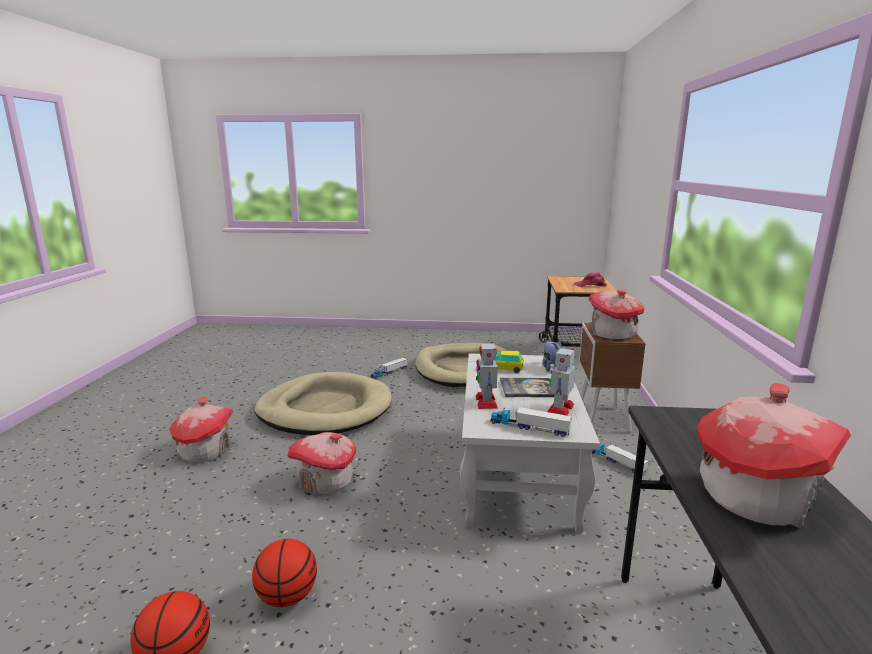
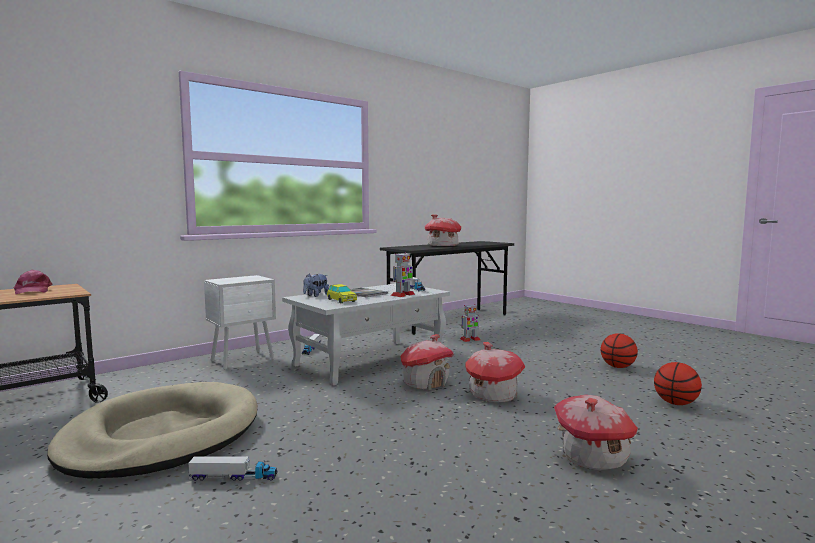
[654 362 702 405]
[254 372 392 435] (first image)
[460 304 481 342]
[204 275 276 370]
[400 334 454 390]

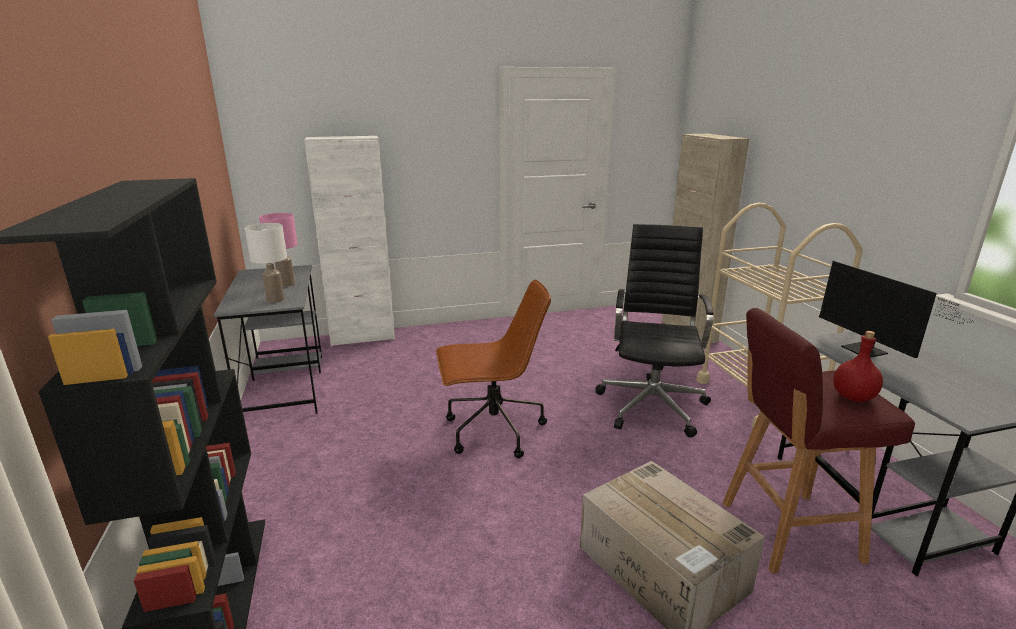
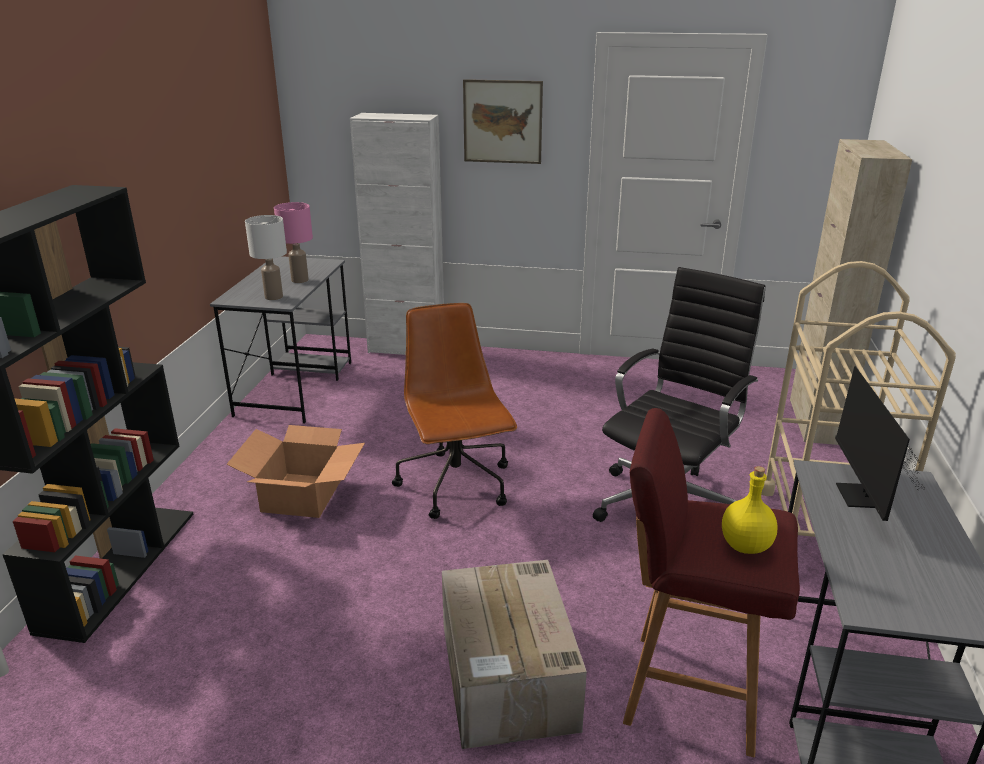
[392 303 517 519]
[722 466 777 554]
[226 425 365 518]
[463 79 543 164]

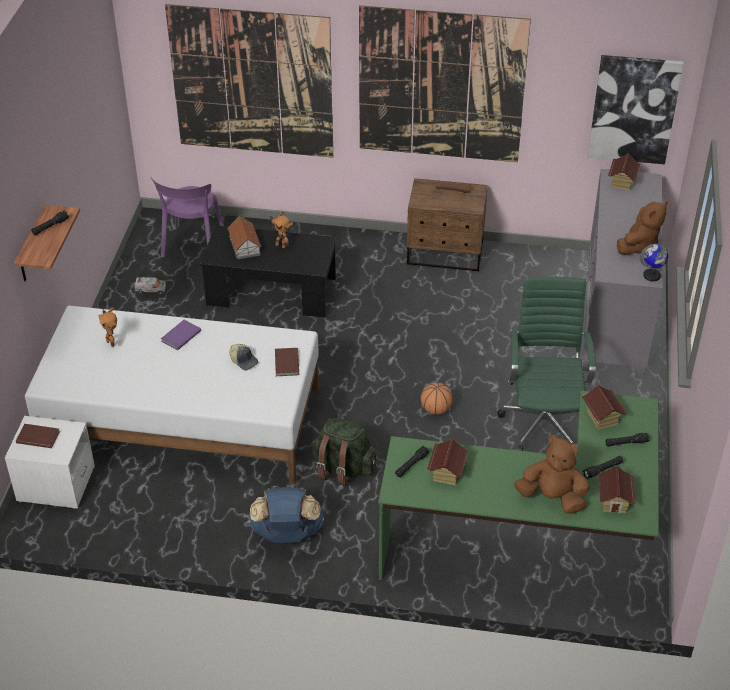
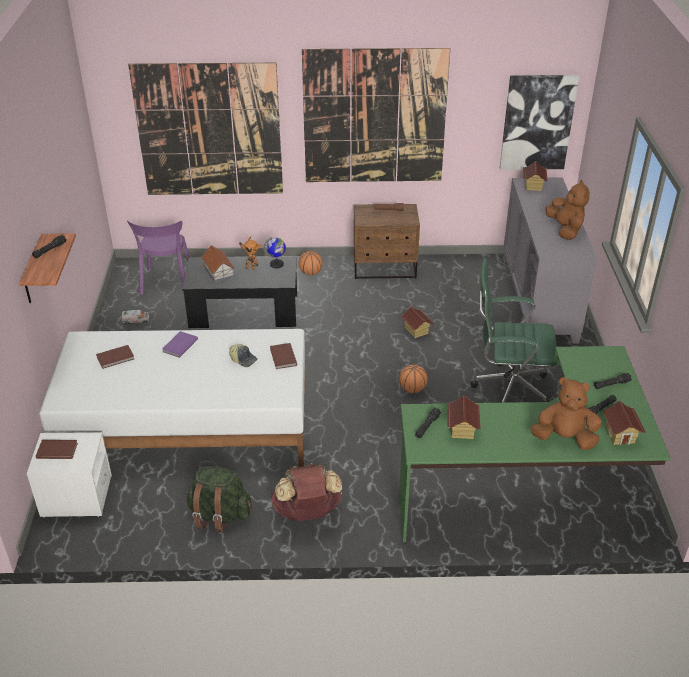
[96 345 134 369]
[271 463 342 521]
[186 466 252 532]
[470 258 557 403]
[400 306 434 338]
[546 180 590 240]
[263 237 286 268]
[298 251 323 275]

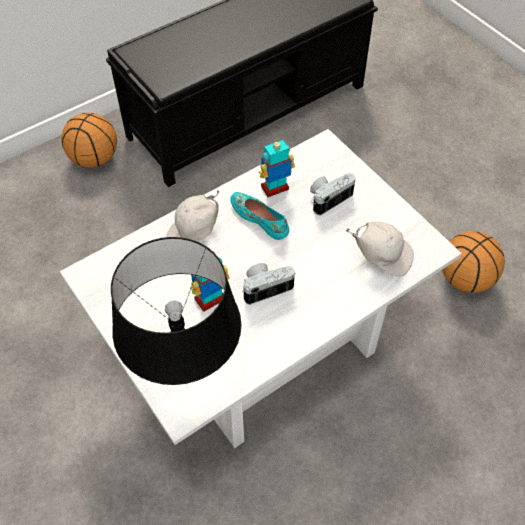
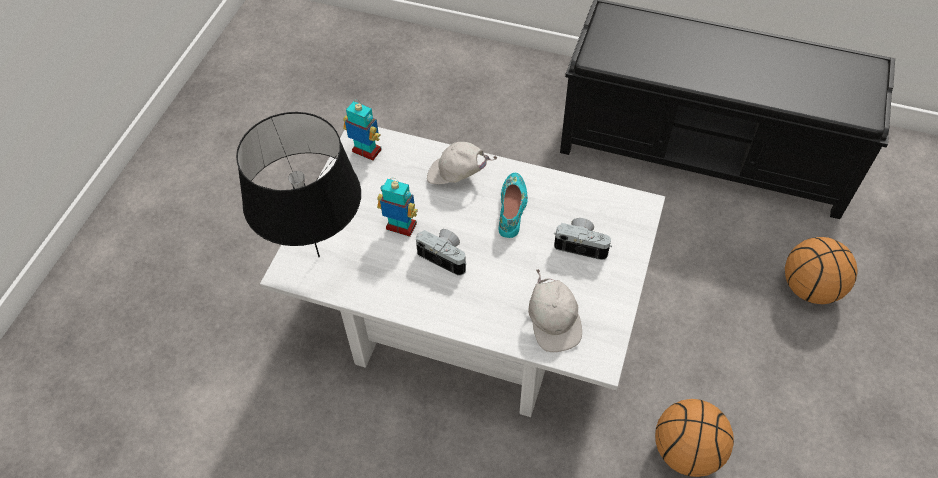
[785 237 857 304]
[343 99 382 161]

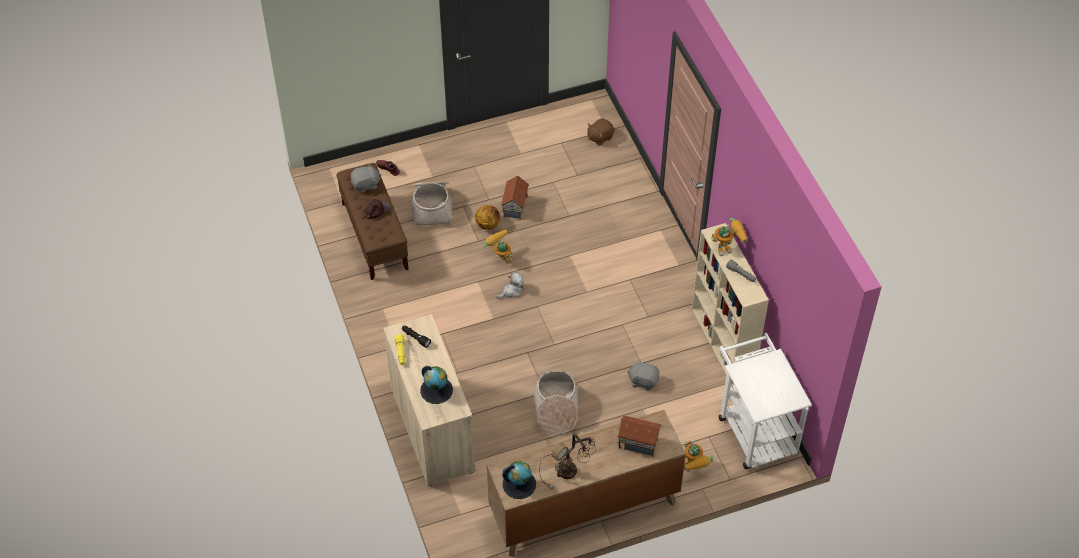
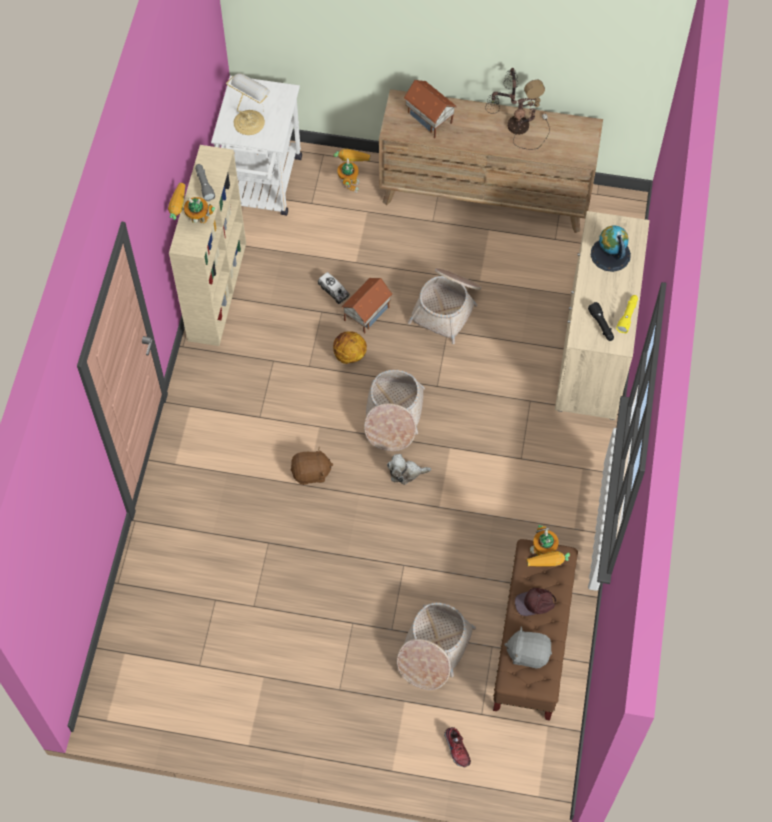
[333 331 367 364]
[526 525 570 566]
[341 278 393 334]
[502 461 536 499] (first image)
[291 447 334 485]
[318 272 350 304]
[226 73 270 135]
[364 370 425 451]

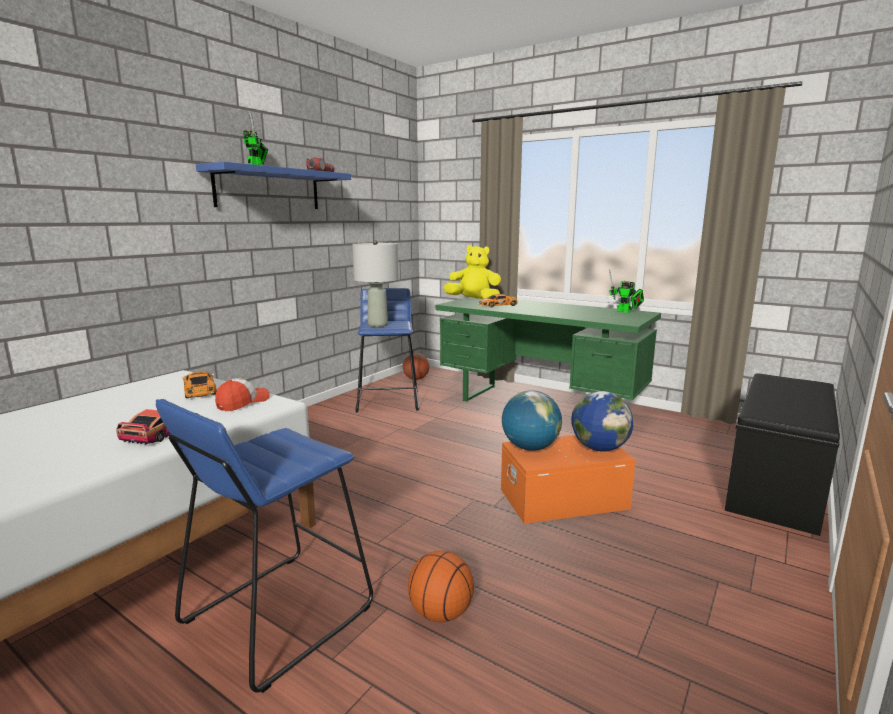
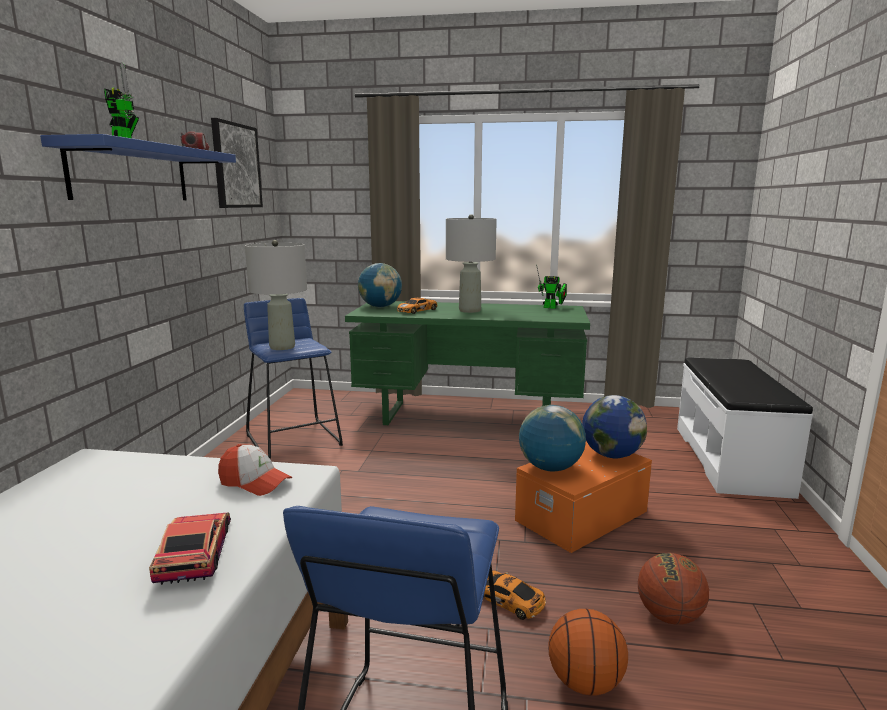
[483 570 546 620]
[218 444 292 496]
[638 553 709 624]
[358 263 402 307]
[677 357 813 499]
[211 118 263 208]
[446 214 497 313]

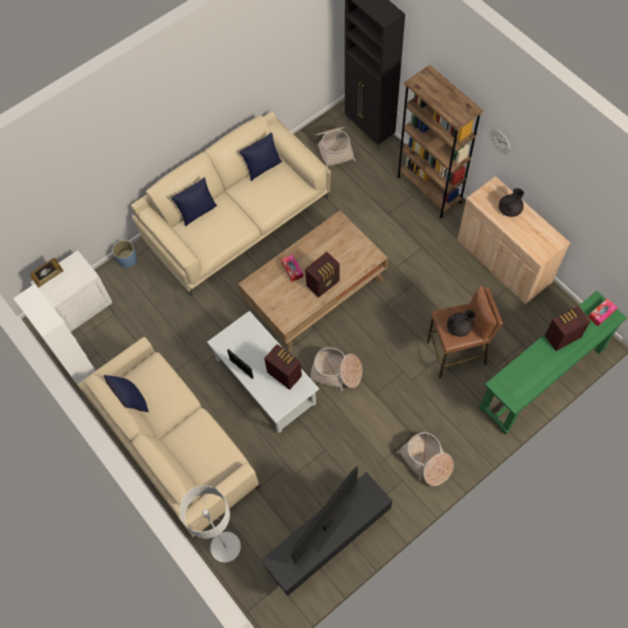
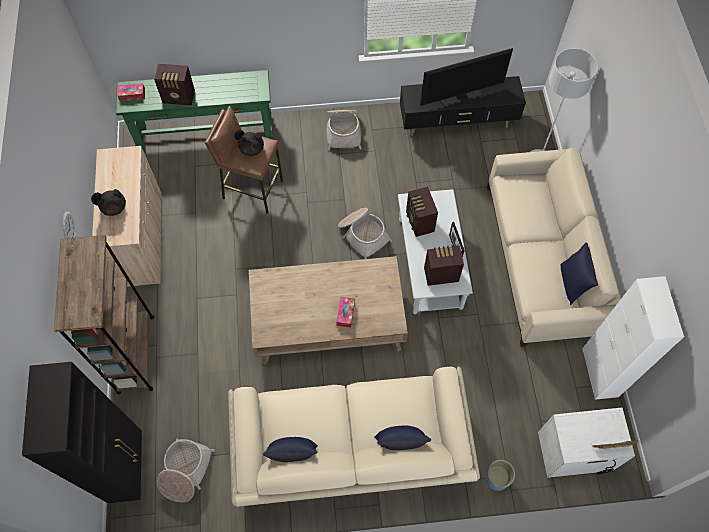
[424 245 464 286]

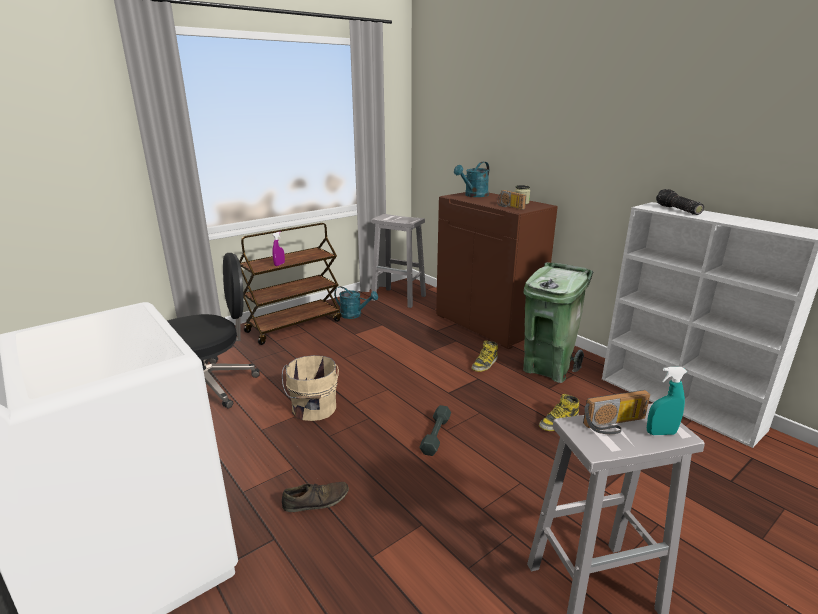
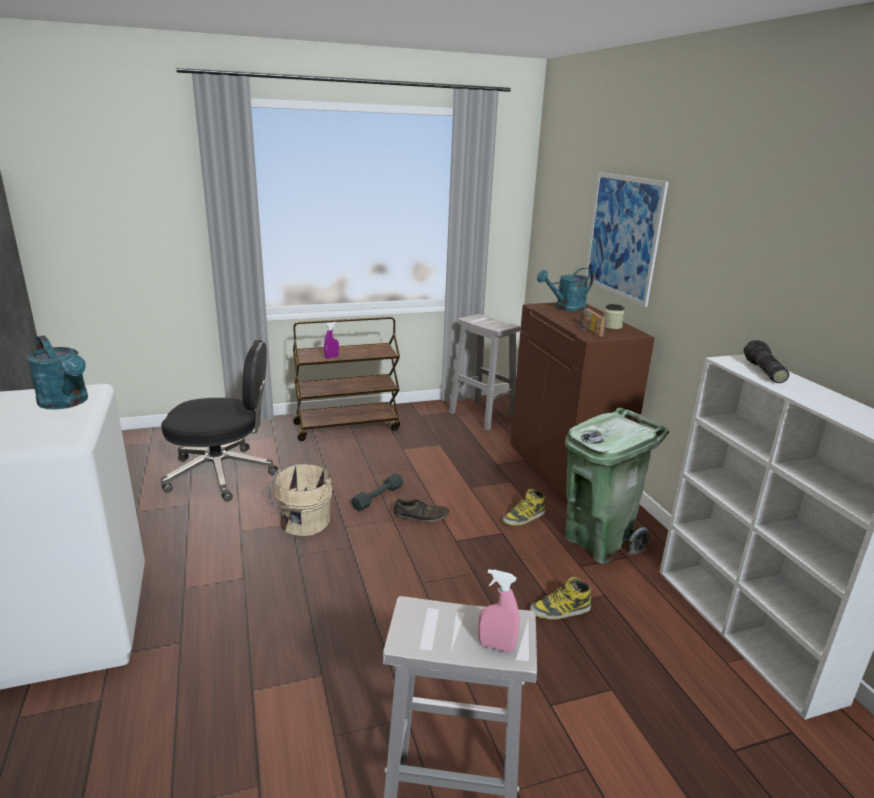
[394 499 449 522]
[27 335 88 409]
[351 473 404 511]
[583 390 650 434] (first image)
[478 569 520 652]
[585 172 668 307]

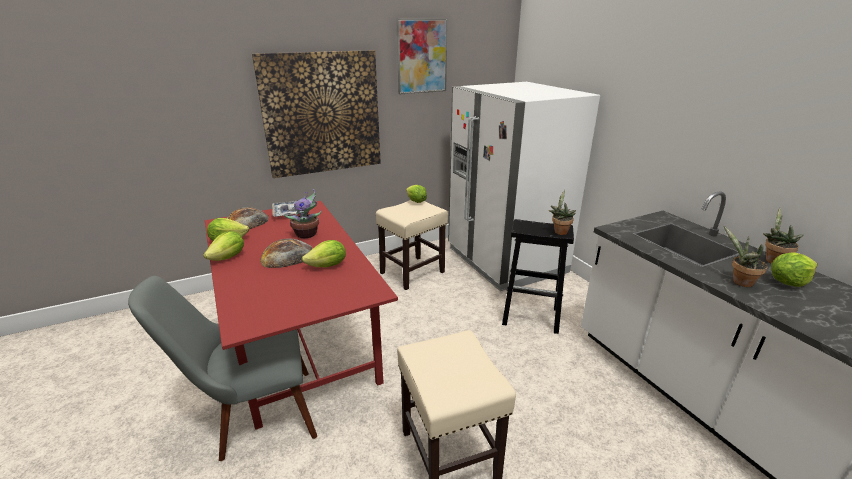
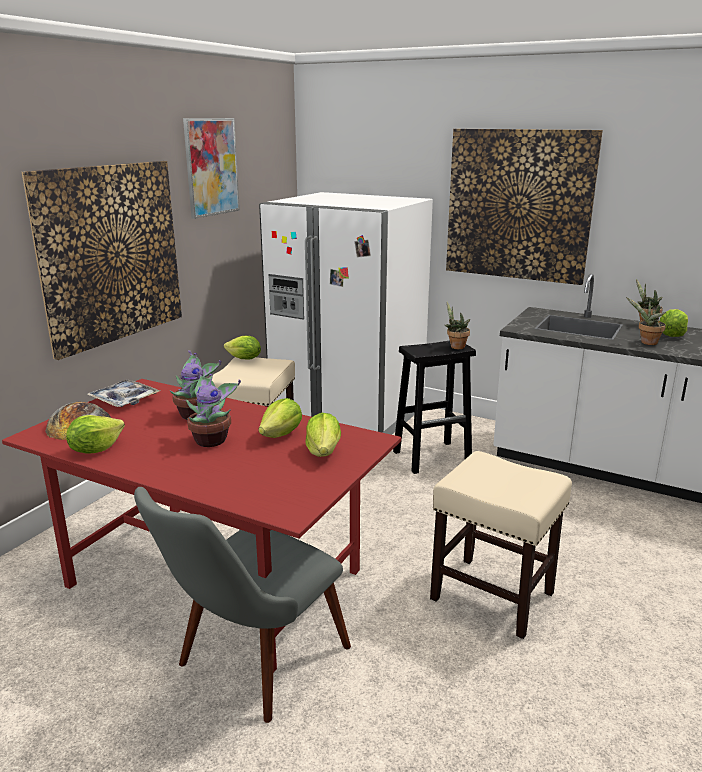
[306 413 341 457]
[186 371 241 447]
[446 129 603 285]

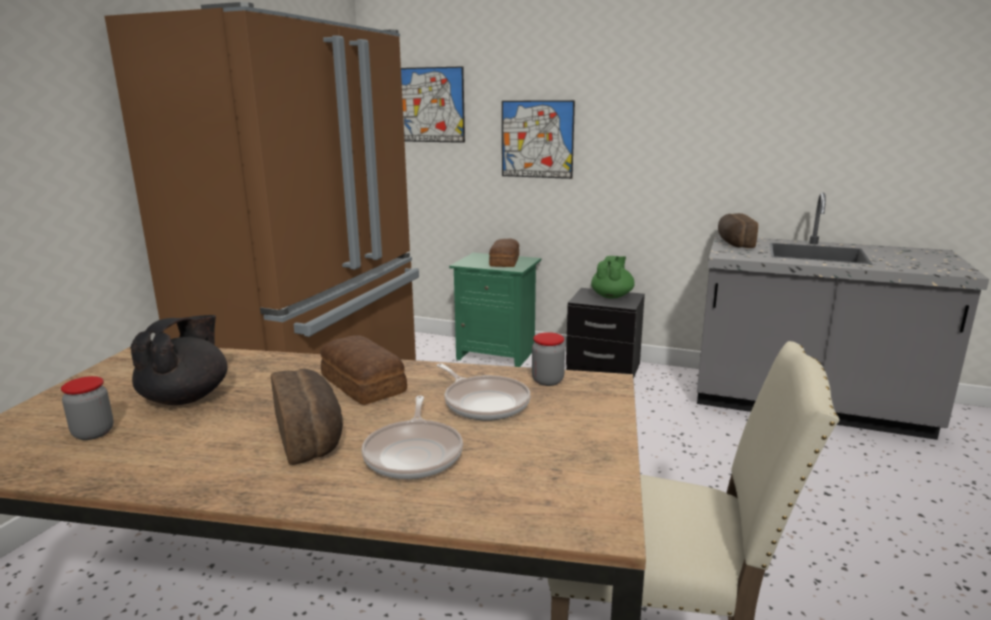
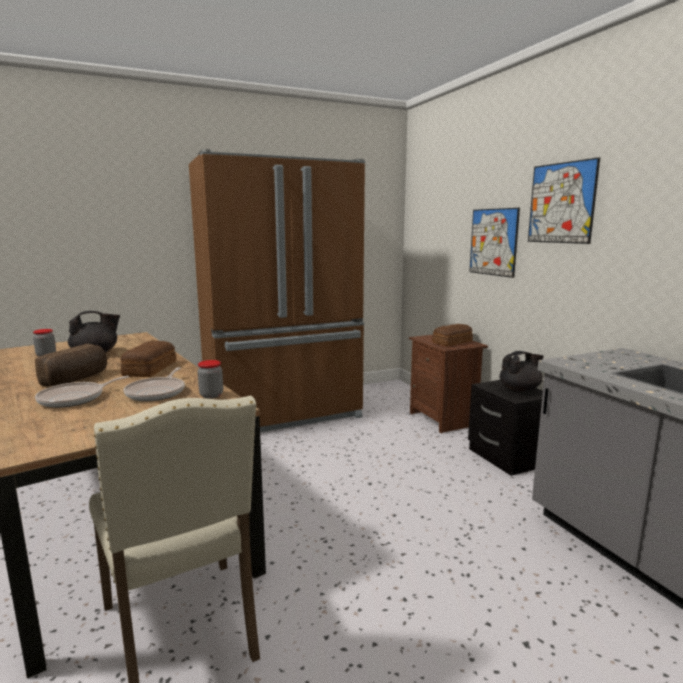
[528 157 600 244]
[409 335 488 434]
[499 351 544 392]
[718 213 758 248] (first image)

